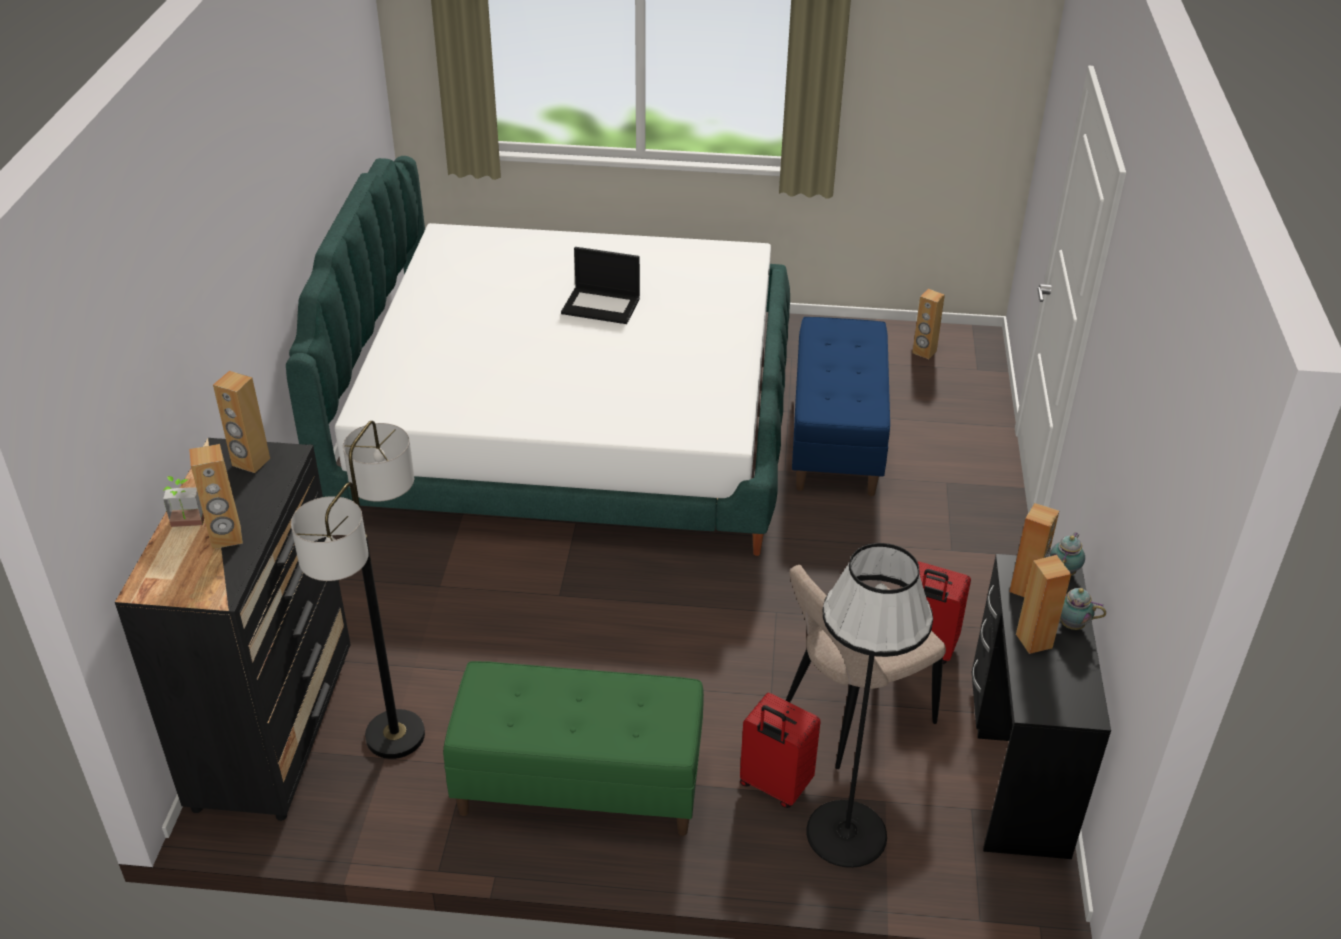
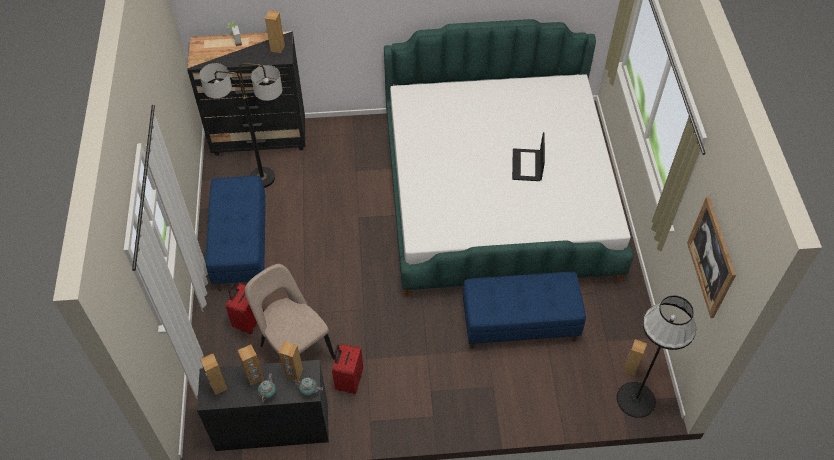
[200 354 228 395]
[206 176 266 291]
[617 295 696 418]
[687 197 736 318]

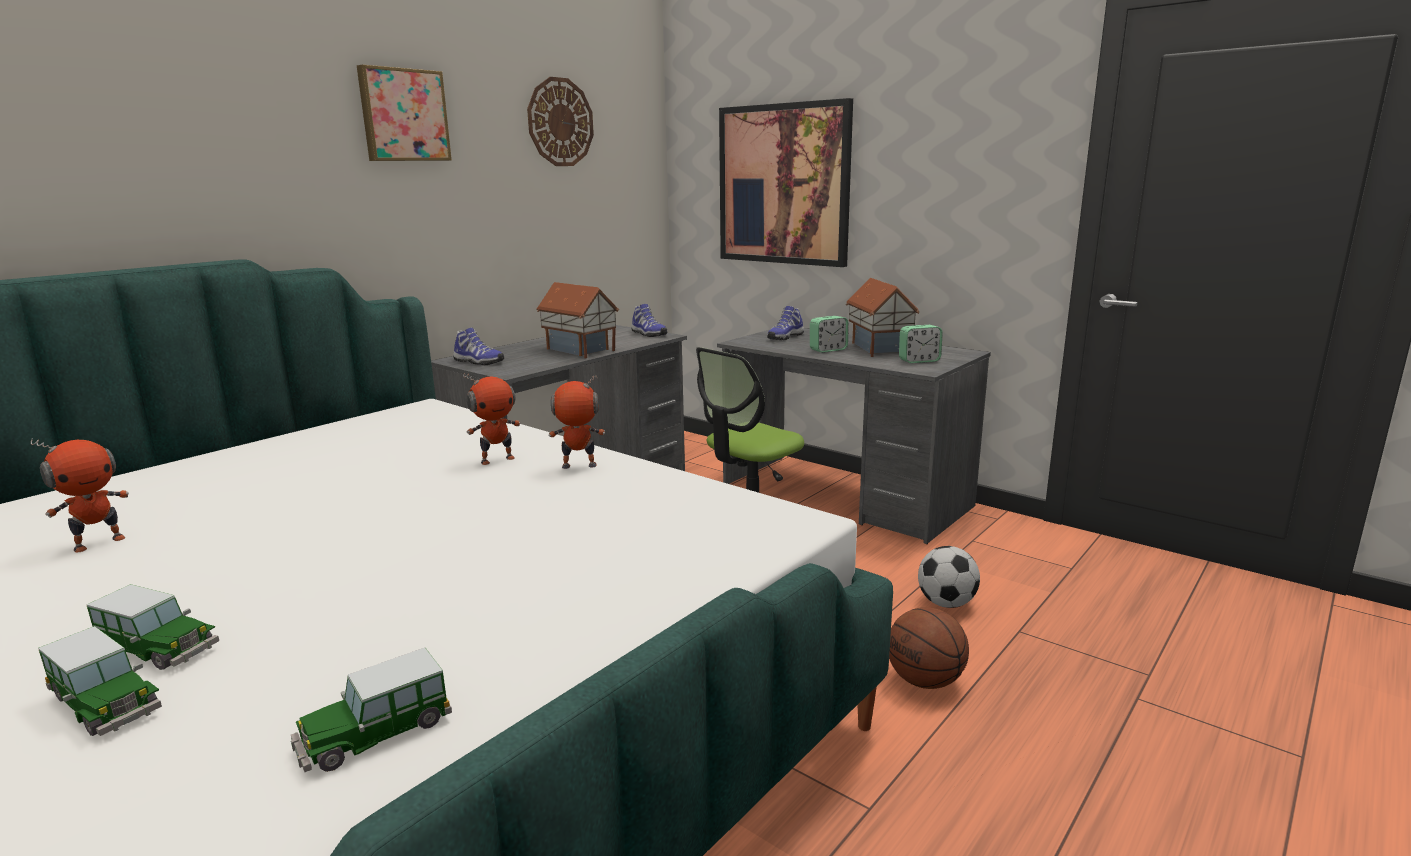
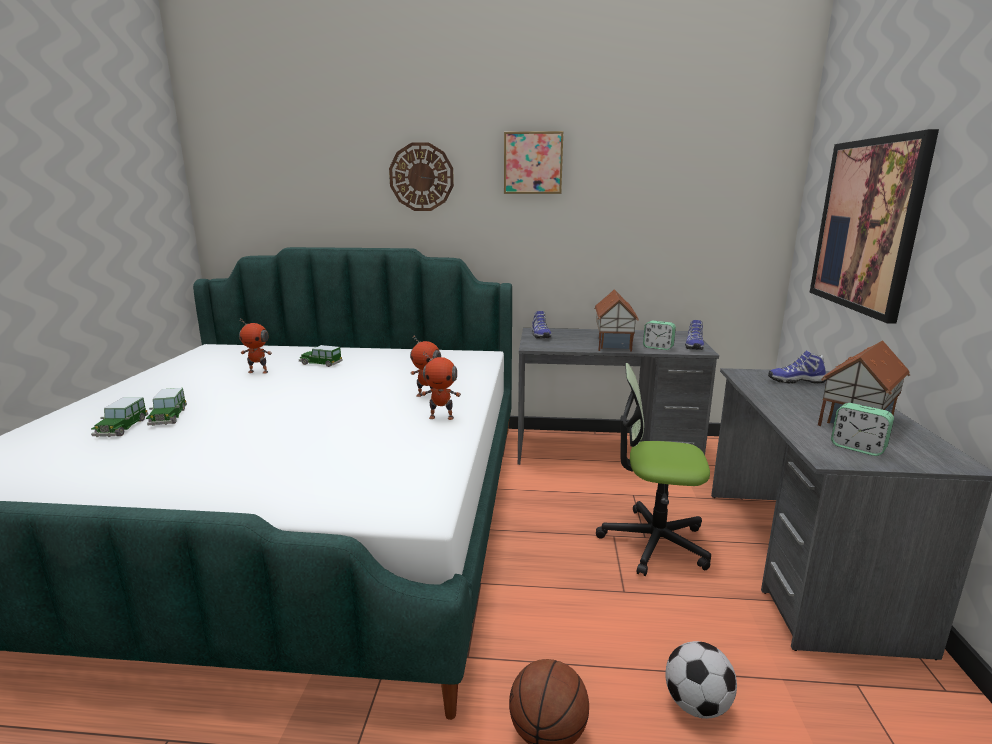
[299 345 343 367]
[389 142 454 211]
[421 351 461 420]
[643 321 676 350]

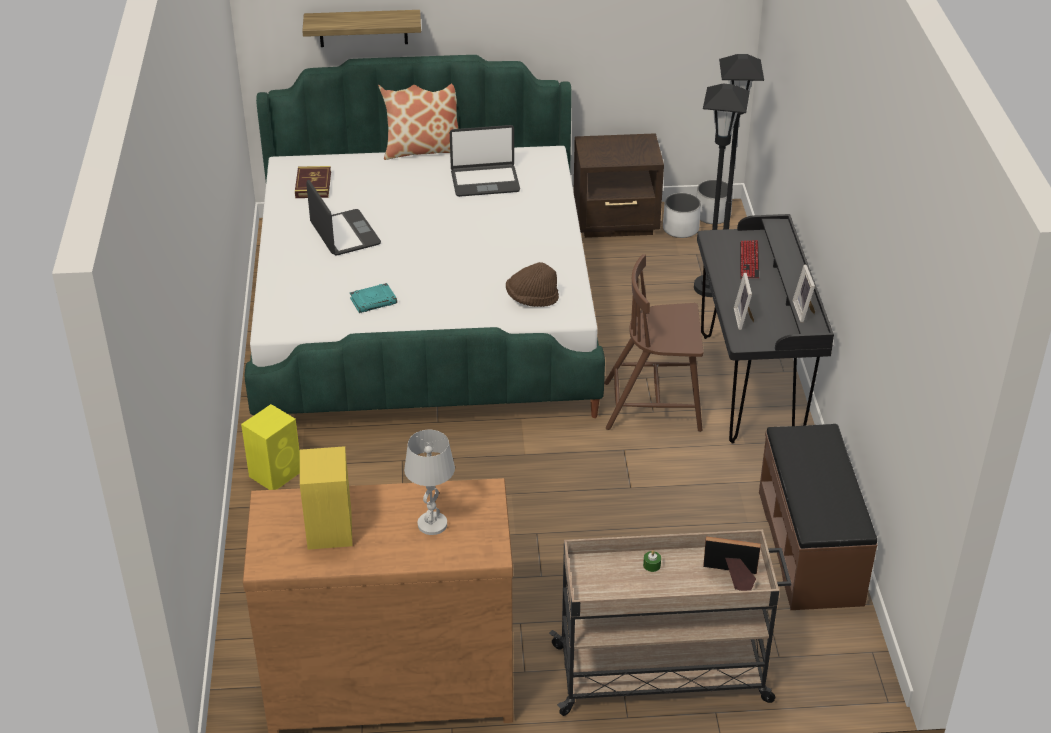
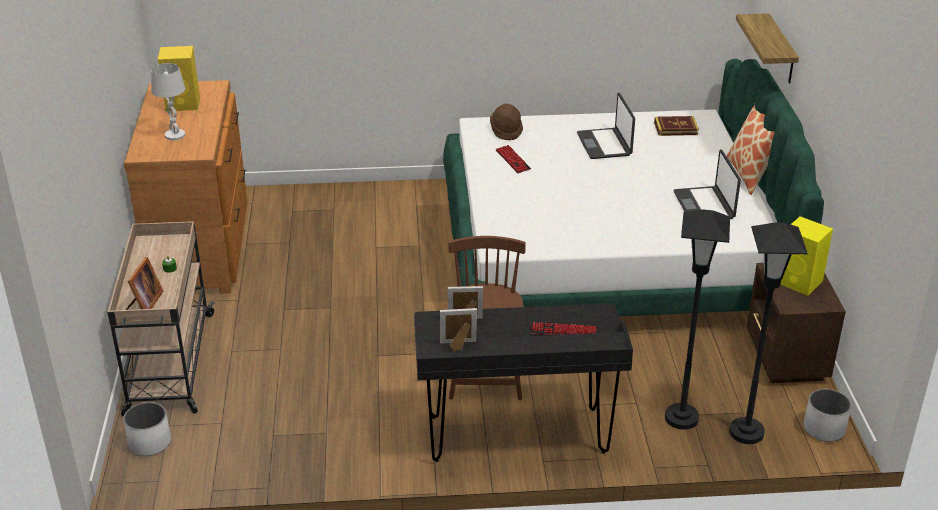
[781 216 833 296]
[577 93 635 159]
[496 145 531 173]
[490 103 523 140]
[123 402 171 456]
[759 424 877 610] (first image)

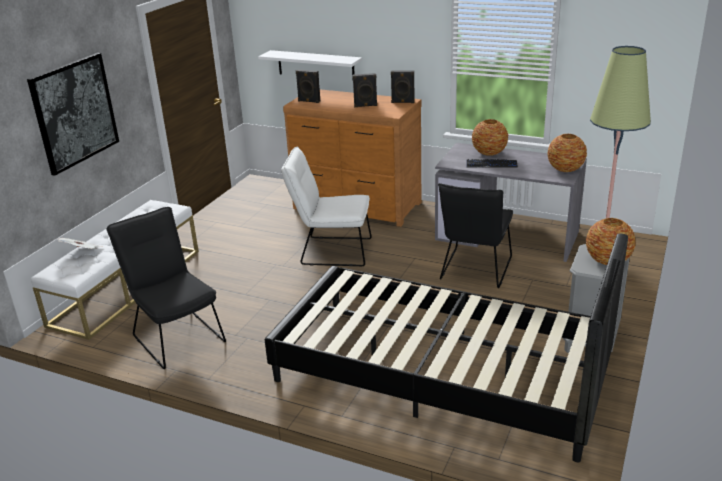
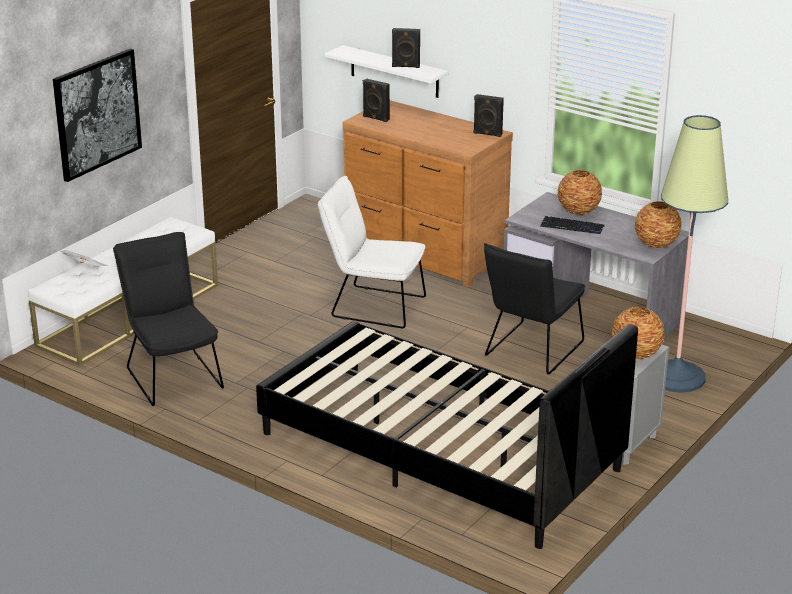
[392 28 420 68]

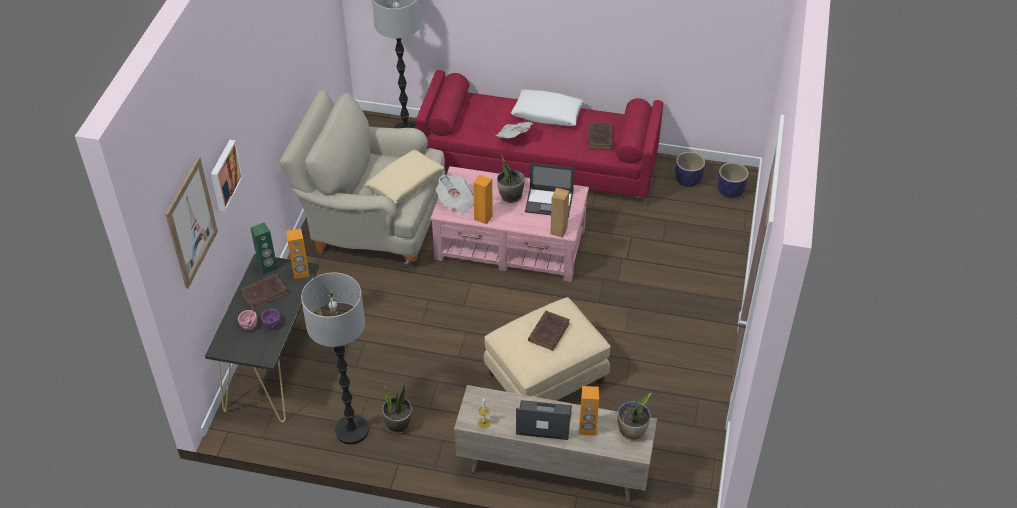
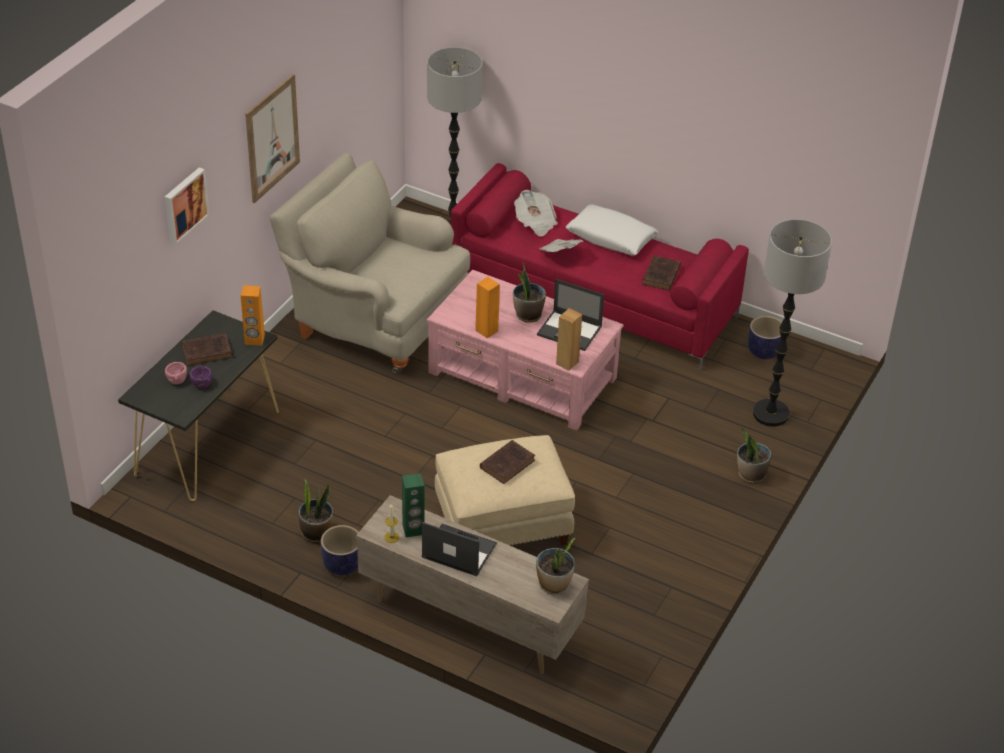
[245 74 300 203]
[402 473 425 537]
[753 219 832 427]
[364 150 445 205] (first image)
[514 190 558 237]
[579 386 599 436] (first image)
[321 525 359 575]
[737 427 771 483]

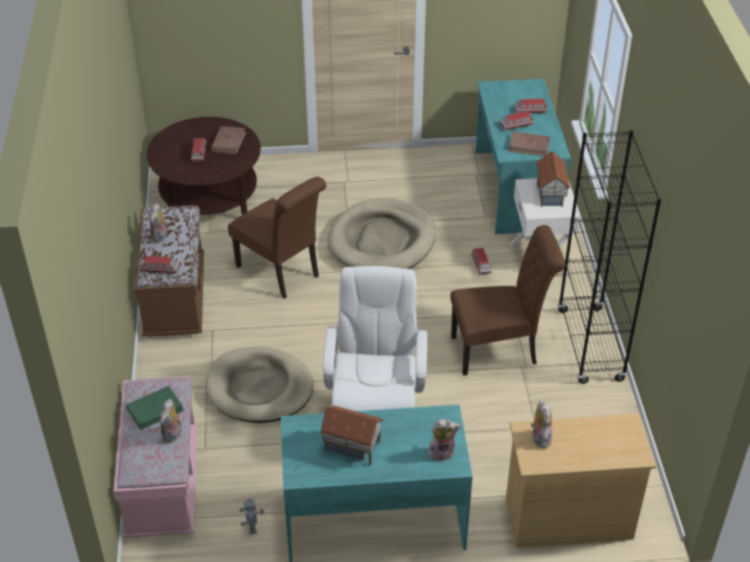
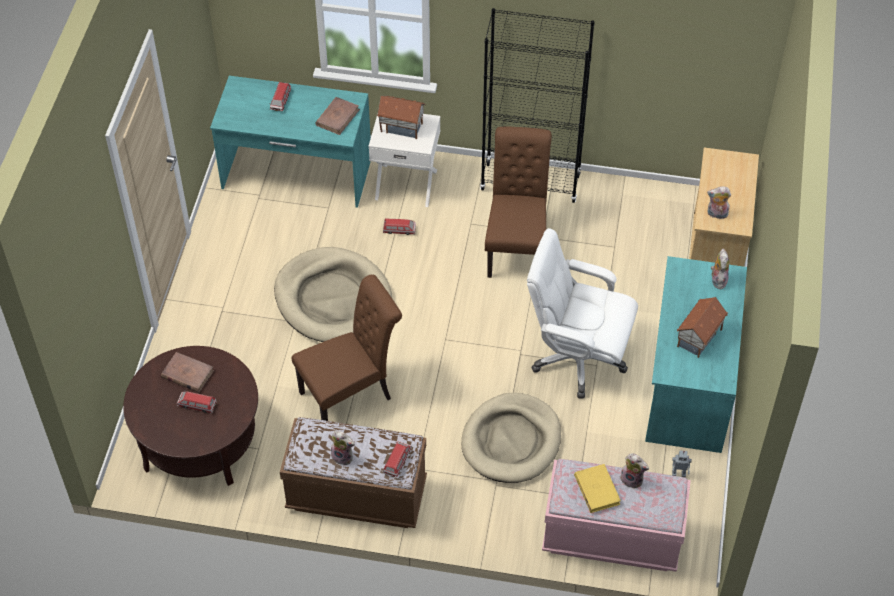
[574 464 621 513]
[499 111 533 130] (first image)

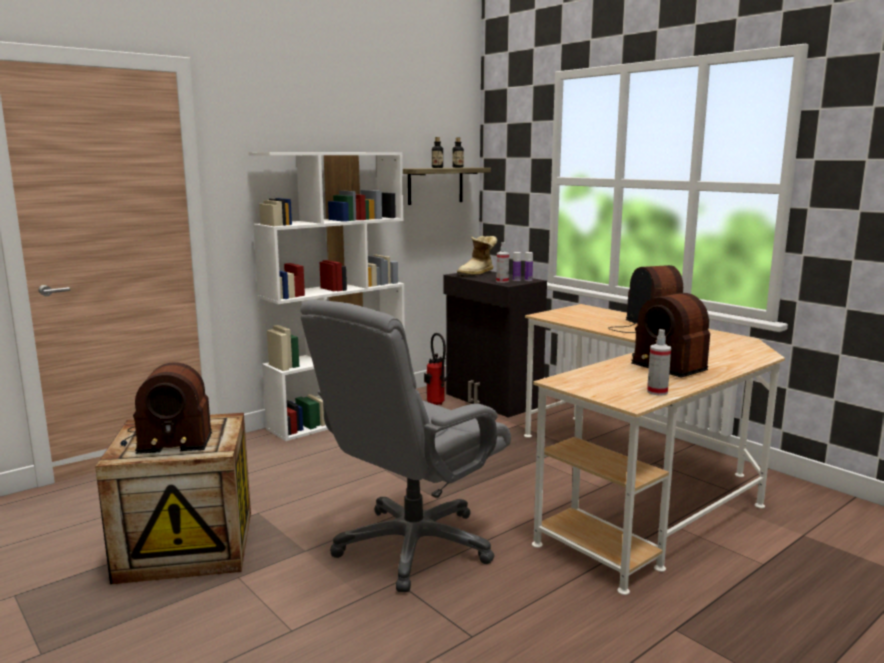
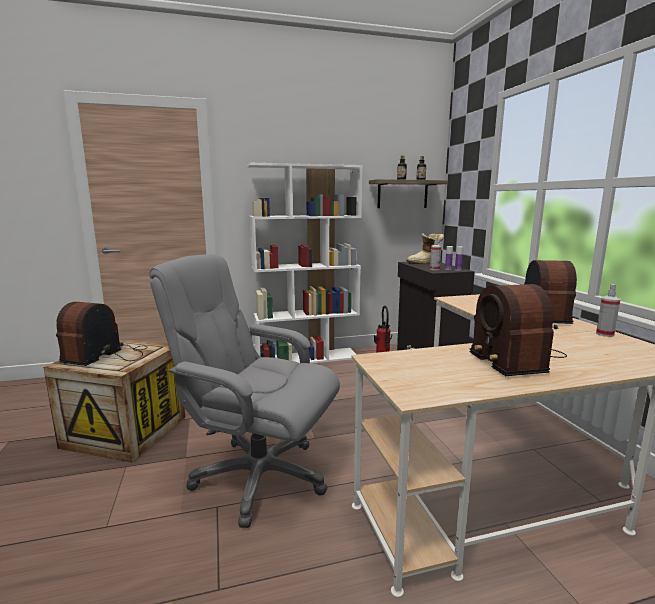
[56 302 147 366]
[149 254 340 528]
[596 284 621 337]

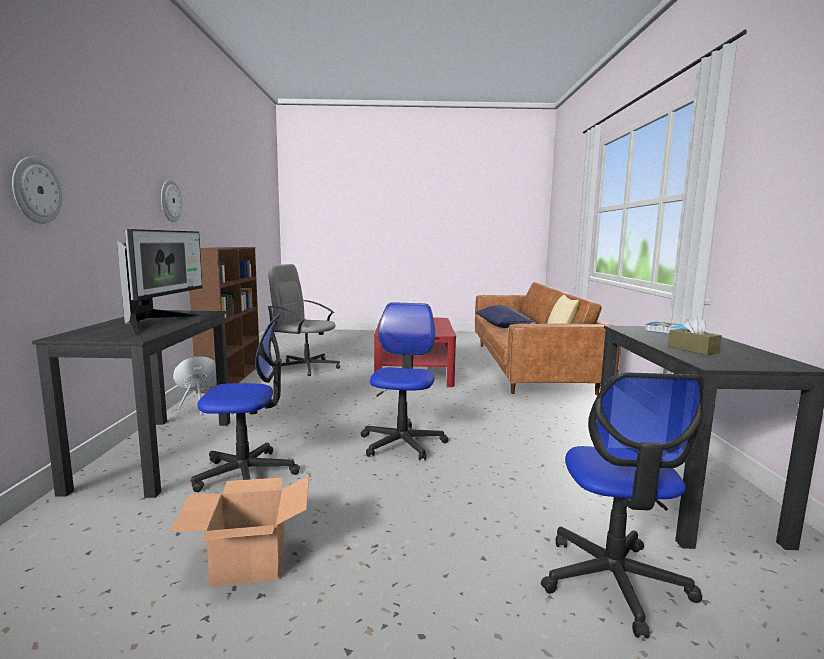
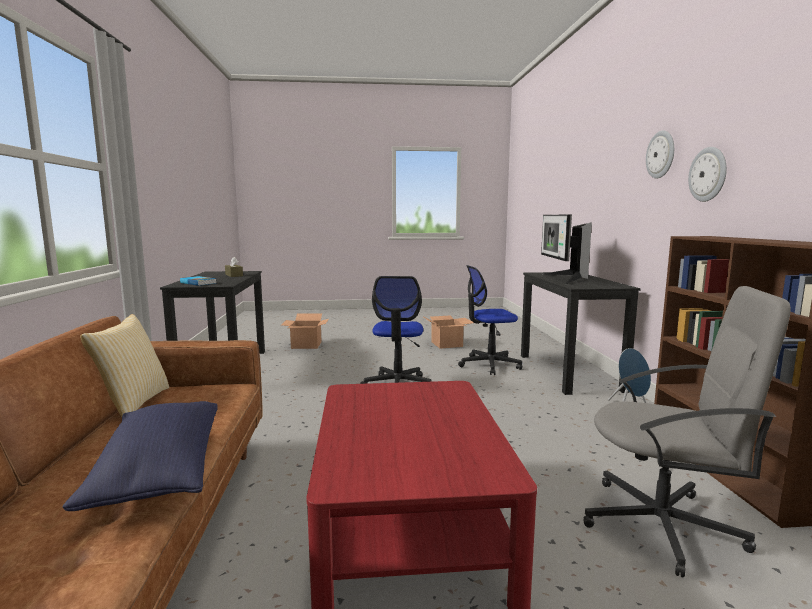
[646 130 674 179]
[282 313 329 349]

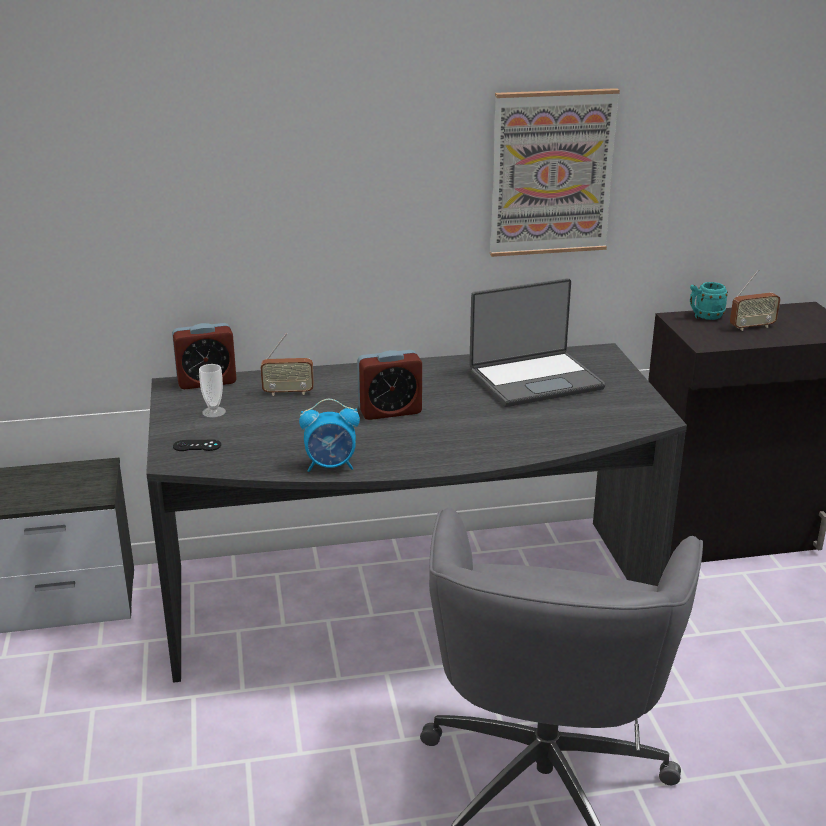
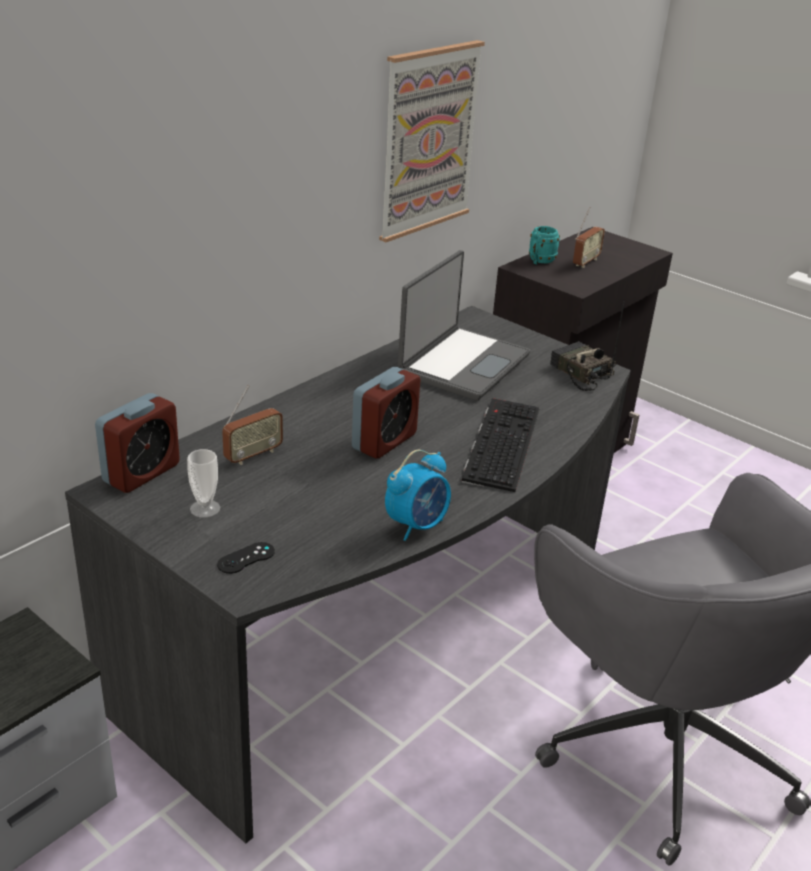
[462 398 539 492]
[550 302 624 391]

